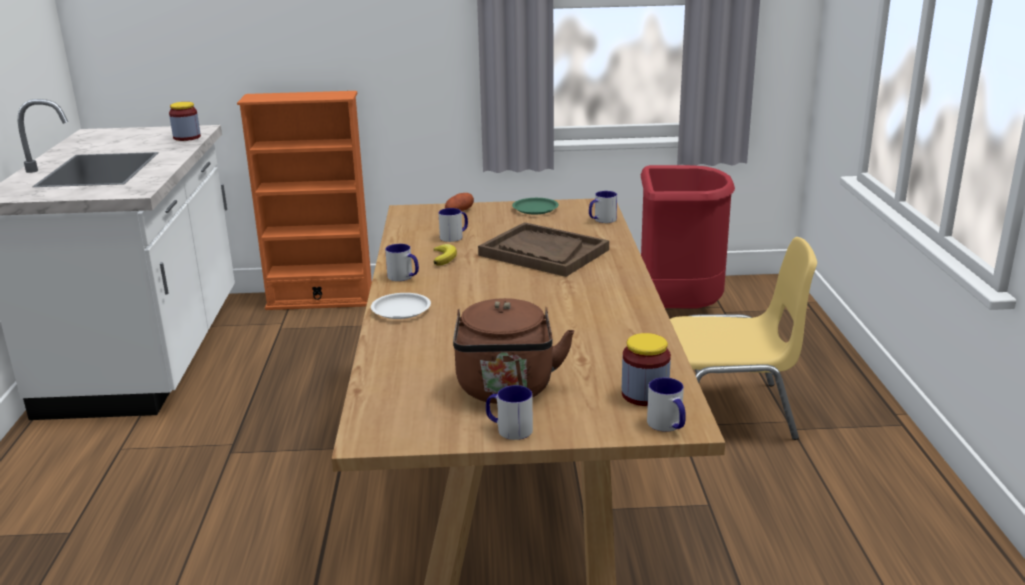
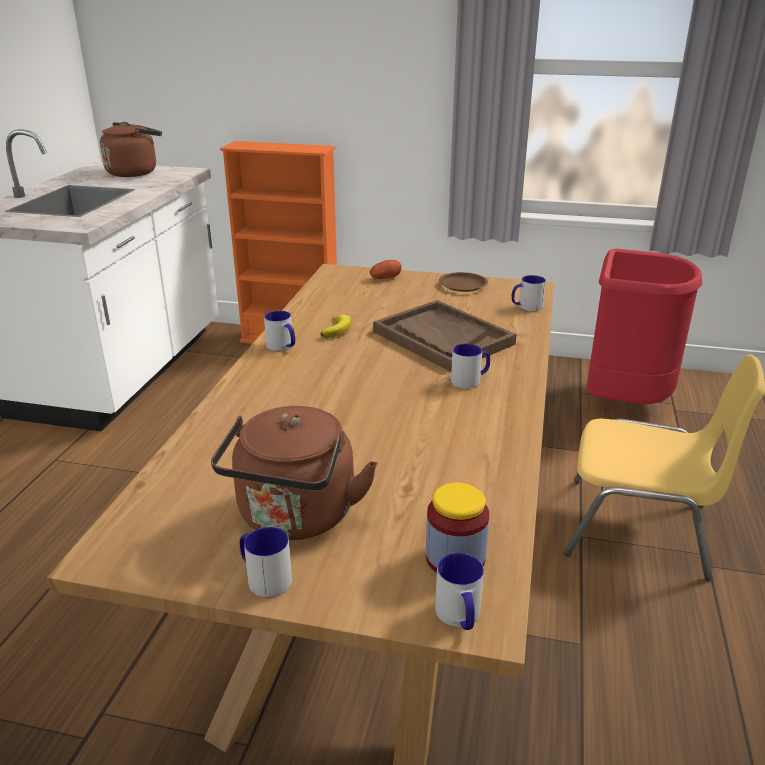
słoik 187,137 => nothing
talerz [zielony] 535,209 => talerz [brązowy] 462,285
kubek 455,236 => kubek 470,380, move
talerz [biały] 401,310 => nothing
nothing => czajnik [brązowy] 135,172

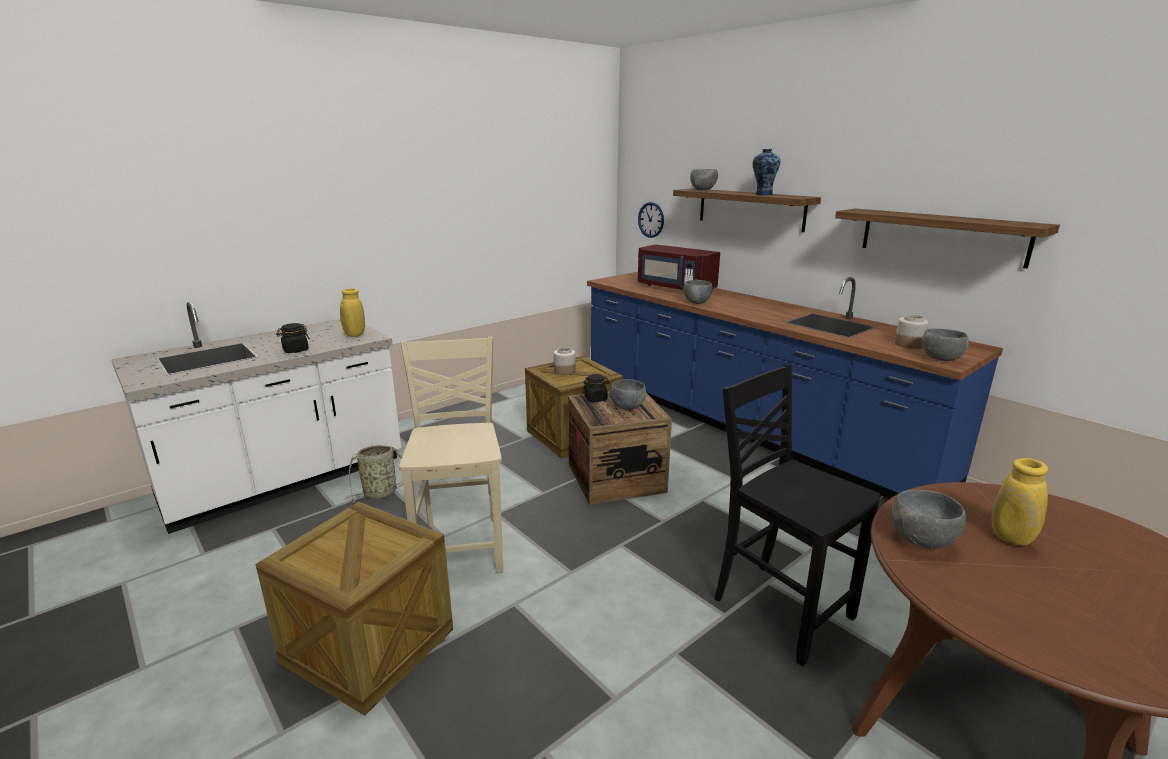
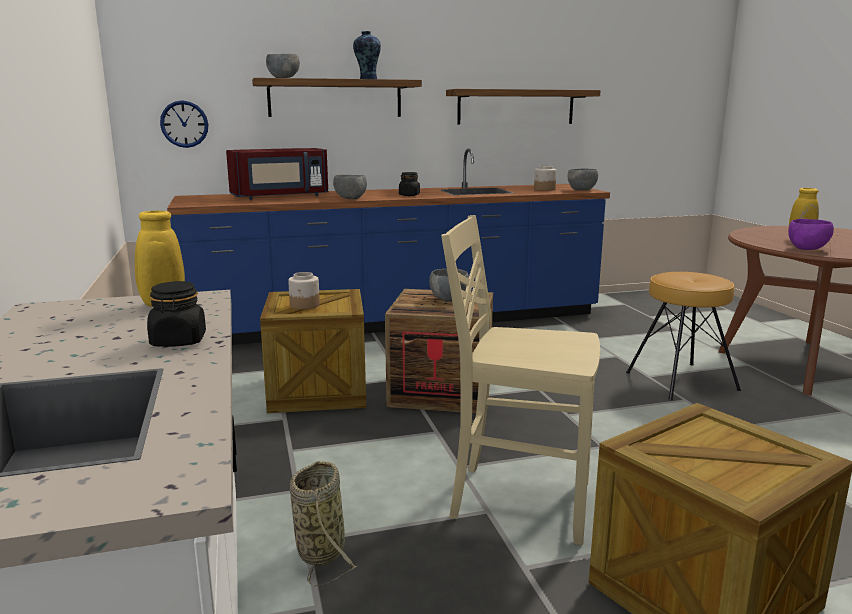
krzesło [czarny] 780,608 => stołek [brązowy] 680,381
słoik [czarny] 595,399 => słoik [czarny] 409,195, move
miska [szary] 922,542 => miska [fioletowy] 807,249

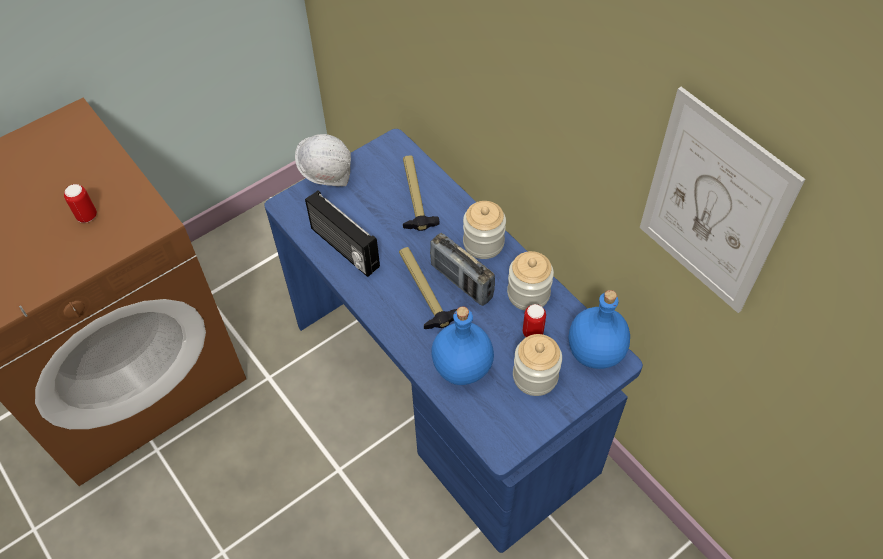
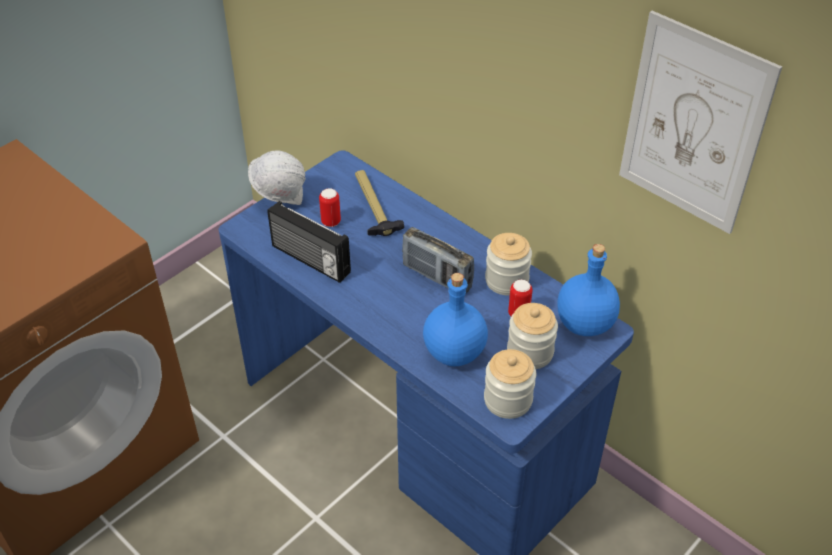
puszka 87,216 => puszka 331,222, move
słoik 483,243 => słoik 508,400, move
młotek 423,290 => nothing

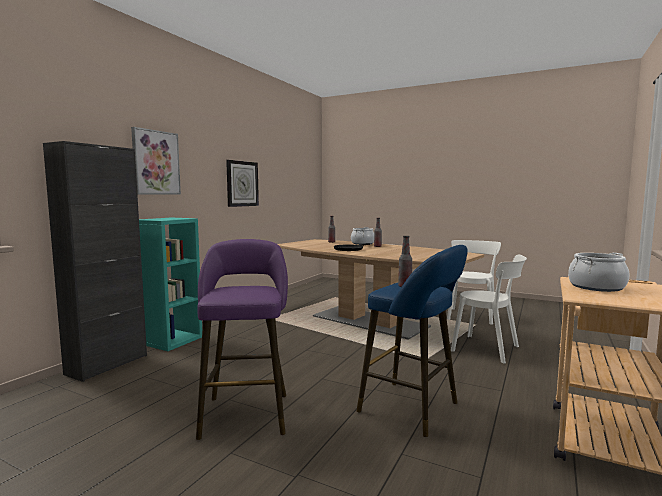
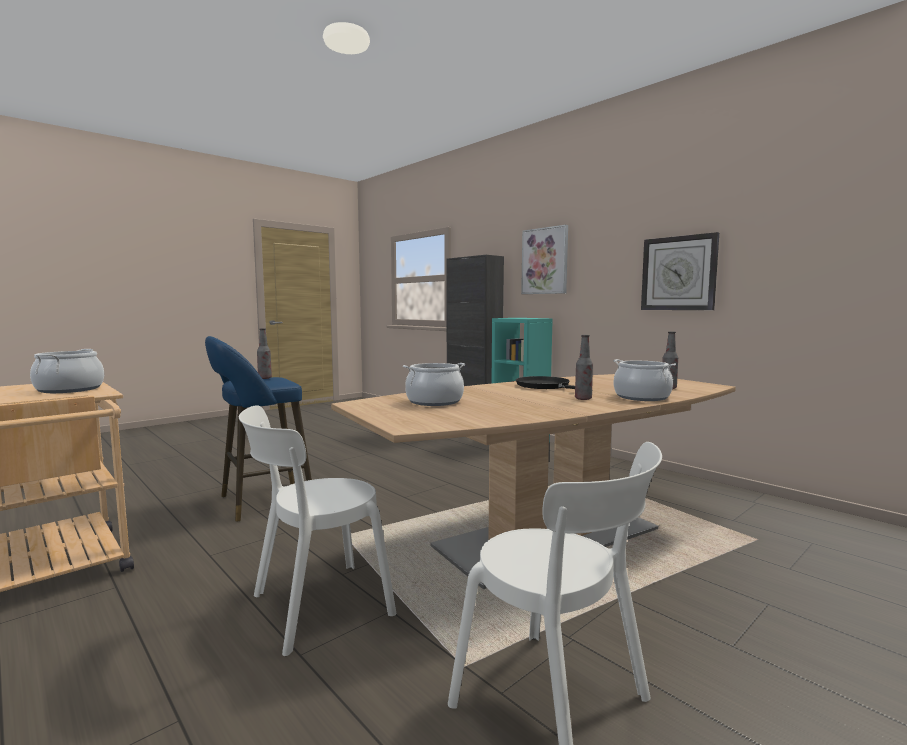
stołek [fioletowy] 246,412 => nothing
nothing => garnek 434,402

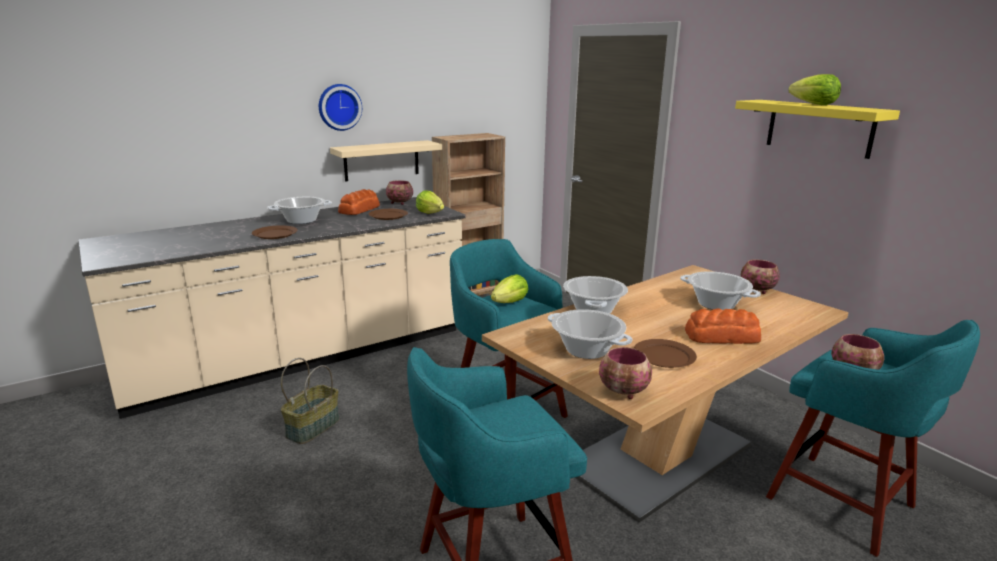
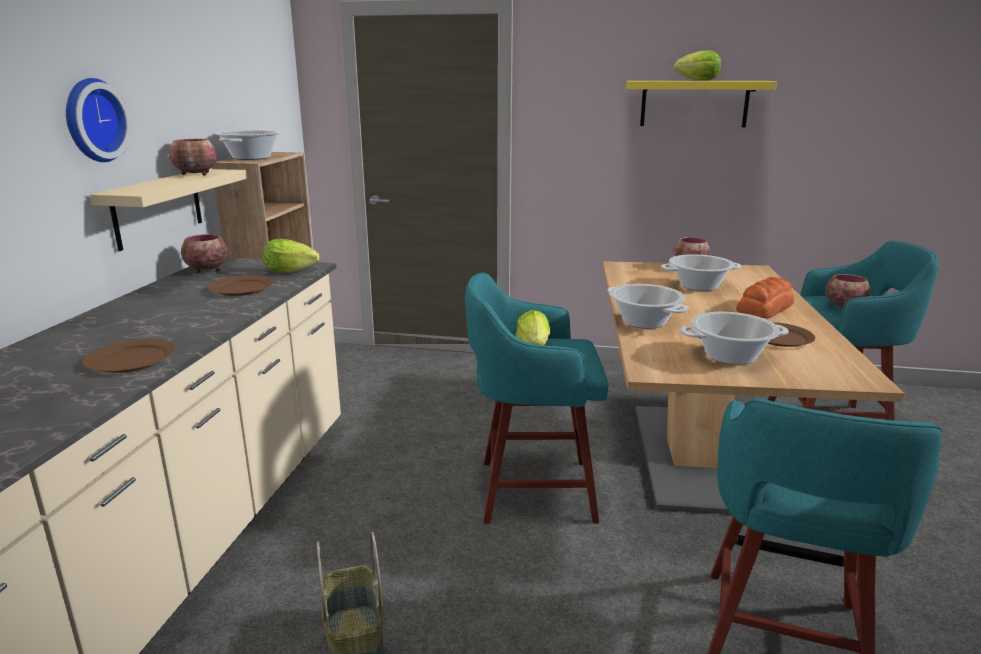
chleb 360,209 => nothing
garnek 301,220 => garnek 251,158, move
miska 624,392 => miska 197,174, move

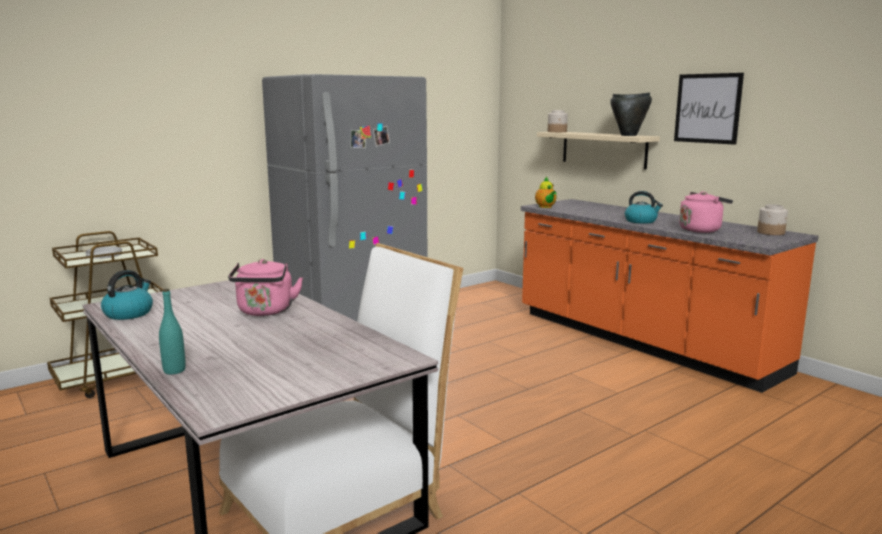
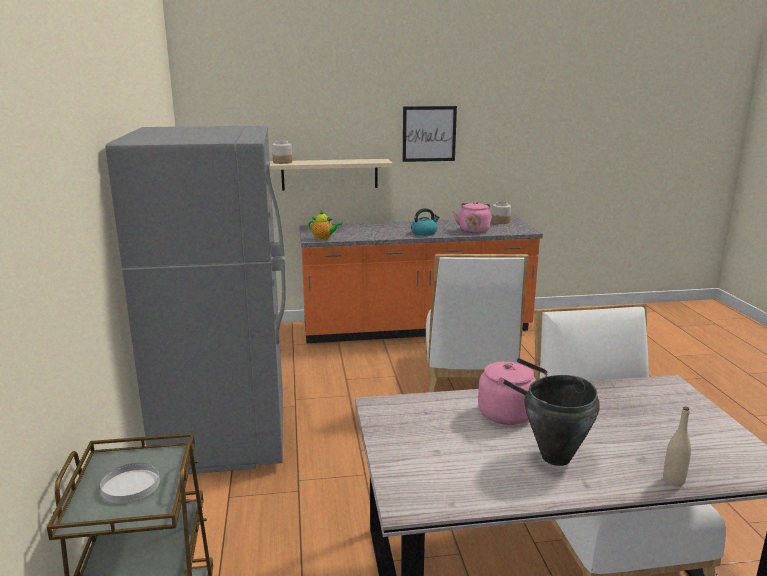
garnek [czarny] 629,135 => garnek [czarny] 556,457, move
czajnik 129,313 => nothing
butelka [turkusowy] 174,370 => butelka [beżowy] 673,481
nothing => krzesło [biały] 468,376

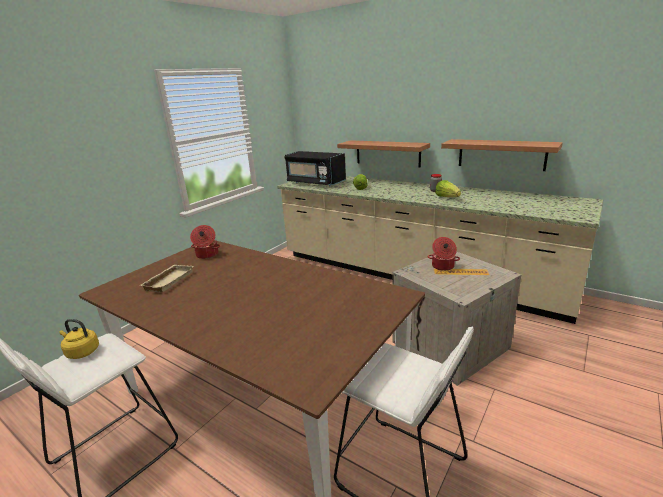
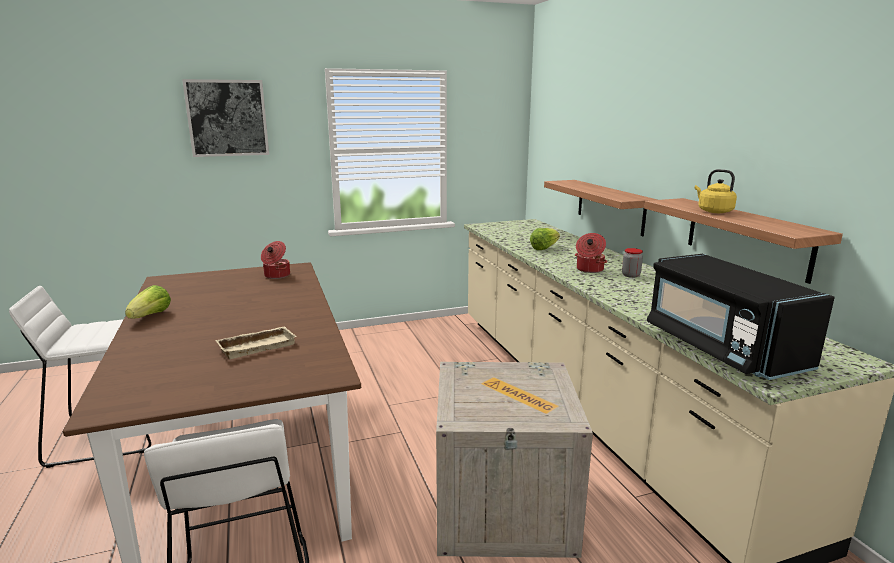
mikrofalówka [czarny] 315,182 => mikrofalówka [czarny] 720,347, move
sałata 447,197 => sałata 151,316, move
garnek 443,266 => garnek 589,269, move
taca [beżowy] 168,280 => taca [beżowy] 257,346, move
czajnik [żółty] 81,352 => czajnik [żółty] 713,211, move
nothing => obraz 227,118

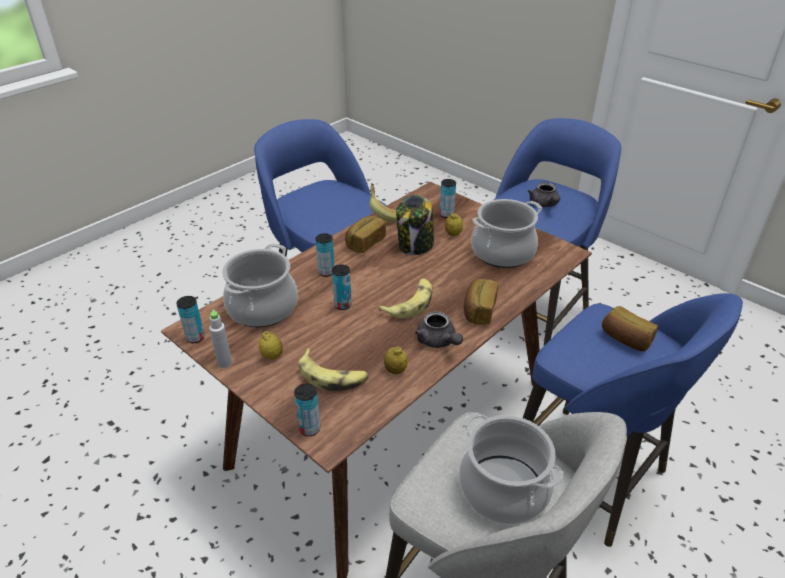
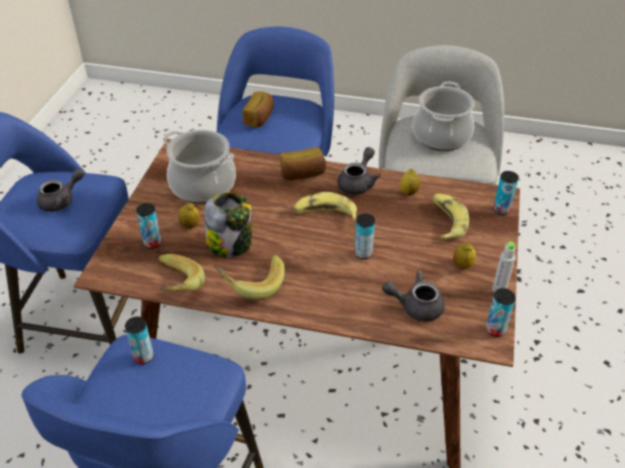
chleb 365,243 => banan 251,283
puszka 326,272 => puszka 143,357, move
garnek 262,307 => imbryk [szary] 415,306

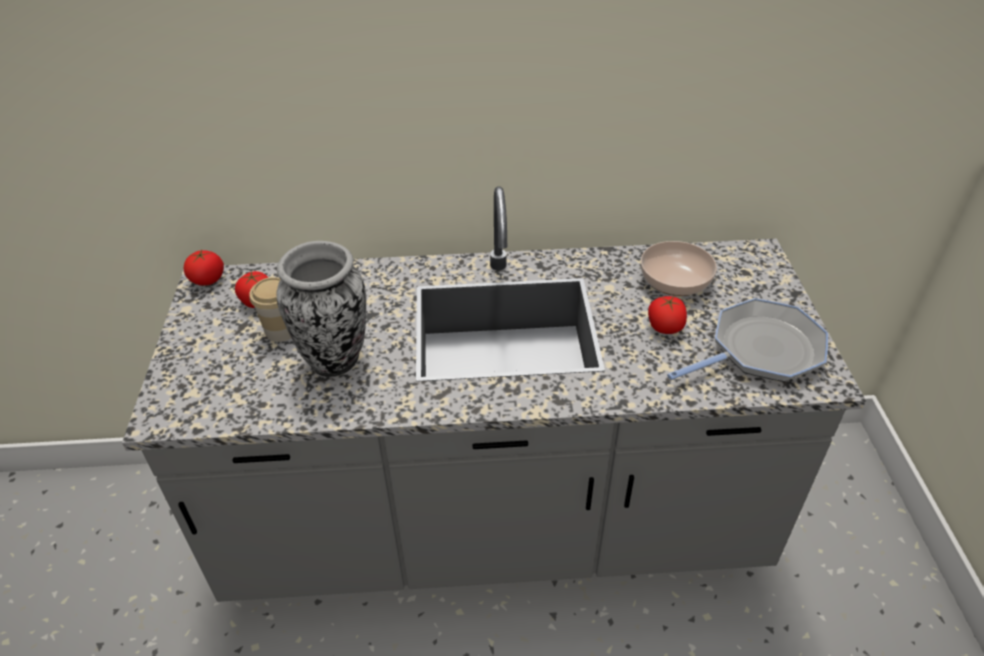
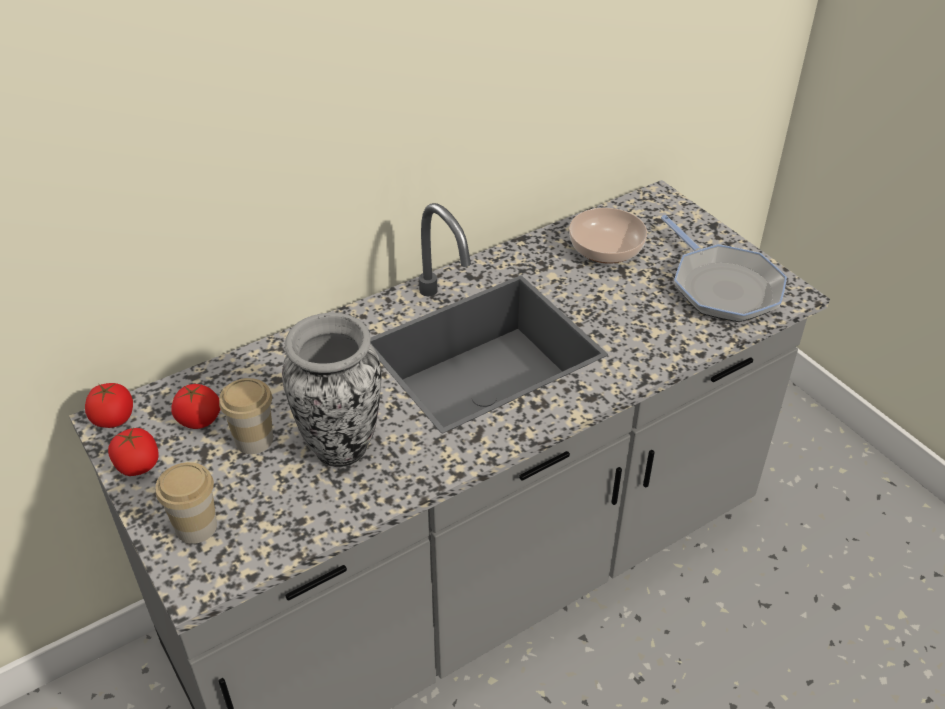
pomidor 665,327 => pomidor 138,465, move
patelnia 760,350 => patelnia 722,287, 120 degrees clockwise
nothing => filiżanka 196,527

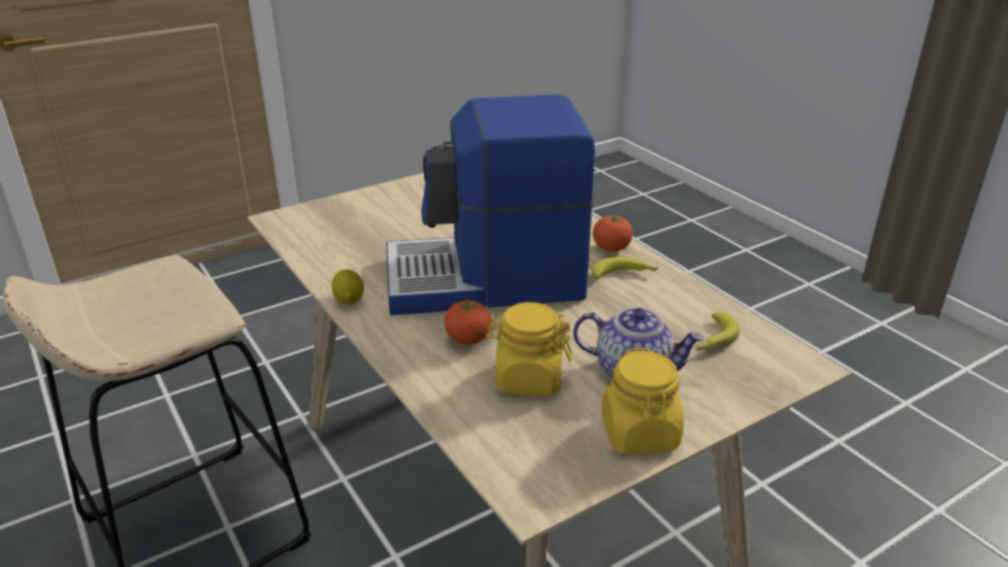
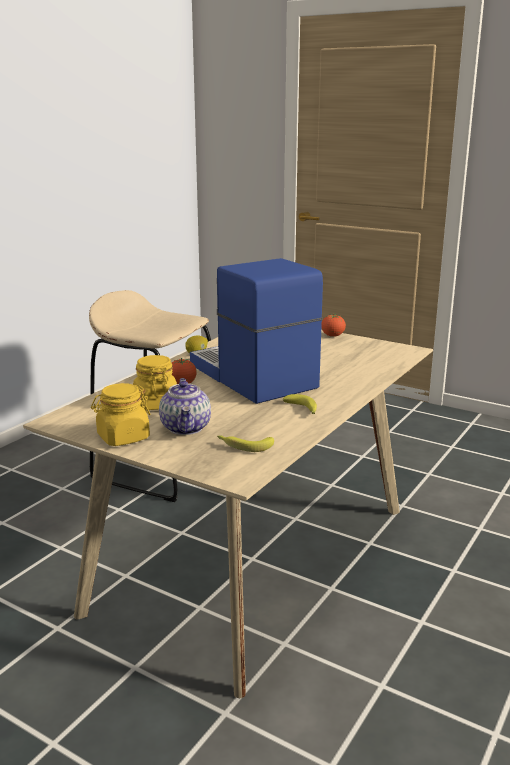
pomidor 611,249 => pomidor 333,336, move

